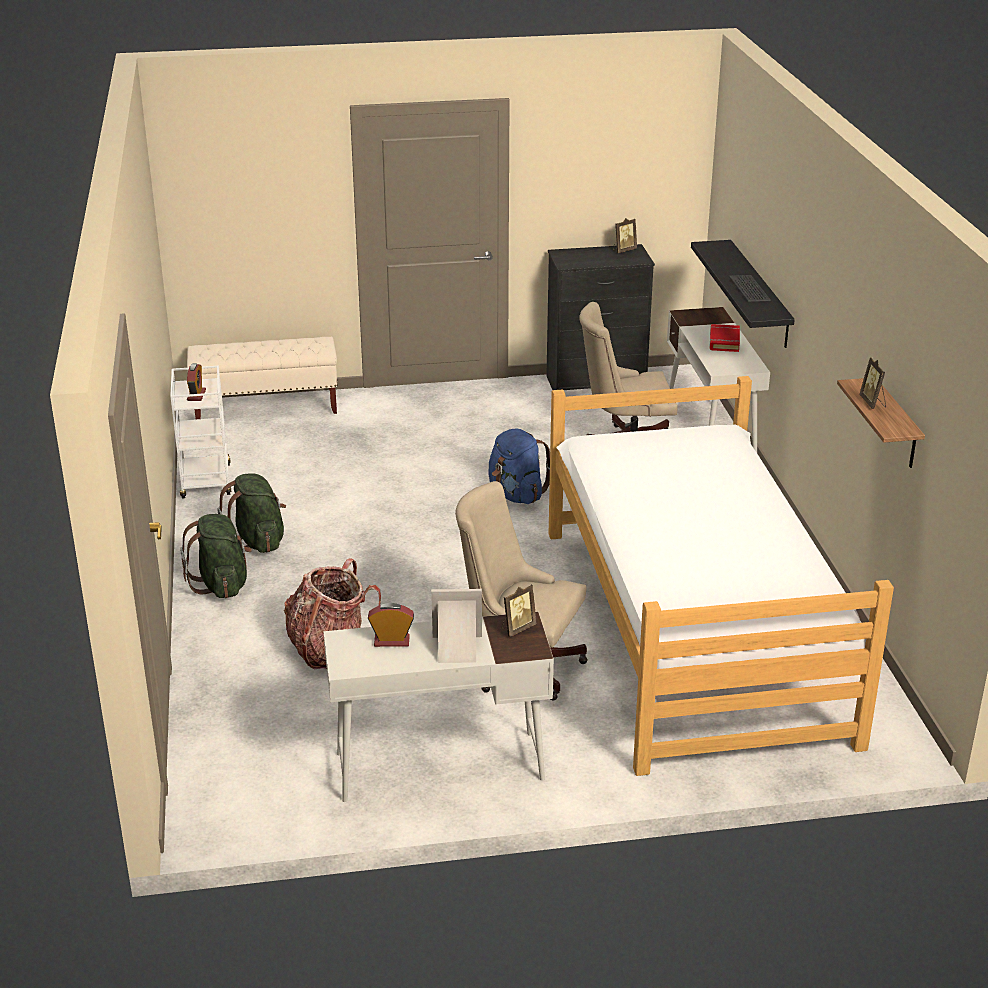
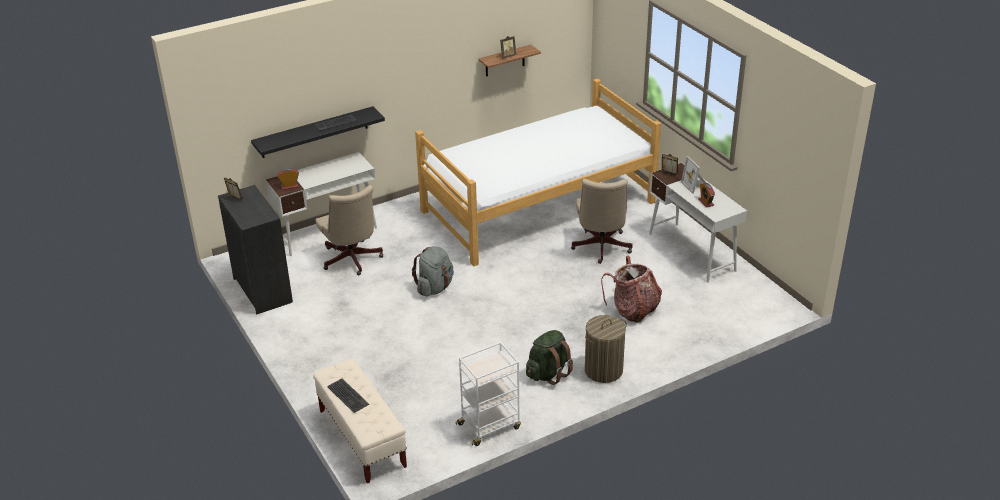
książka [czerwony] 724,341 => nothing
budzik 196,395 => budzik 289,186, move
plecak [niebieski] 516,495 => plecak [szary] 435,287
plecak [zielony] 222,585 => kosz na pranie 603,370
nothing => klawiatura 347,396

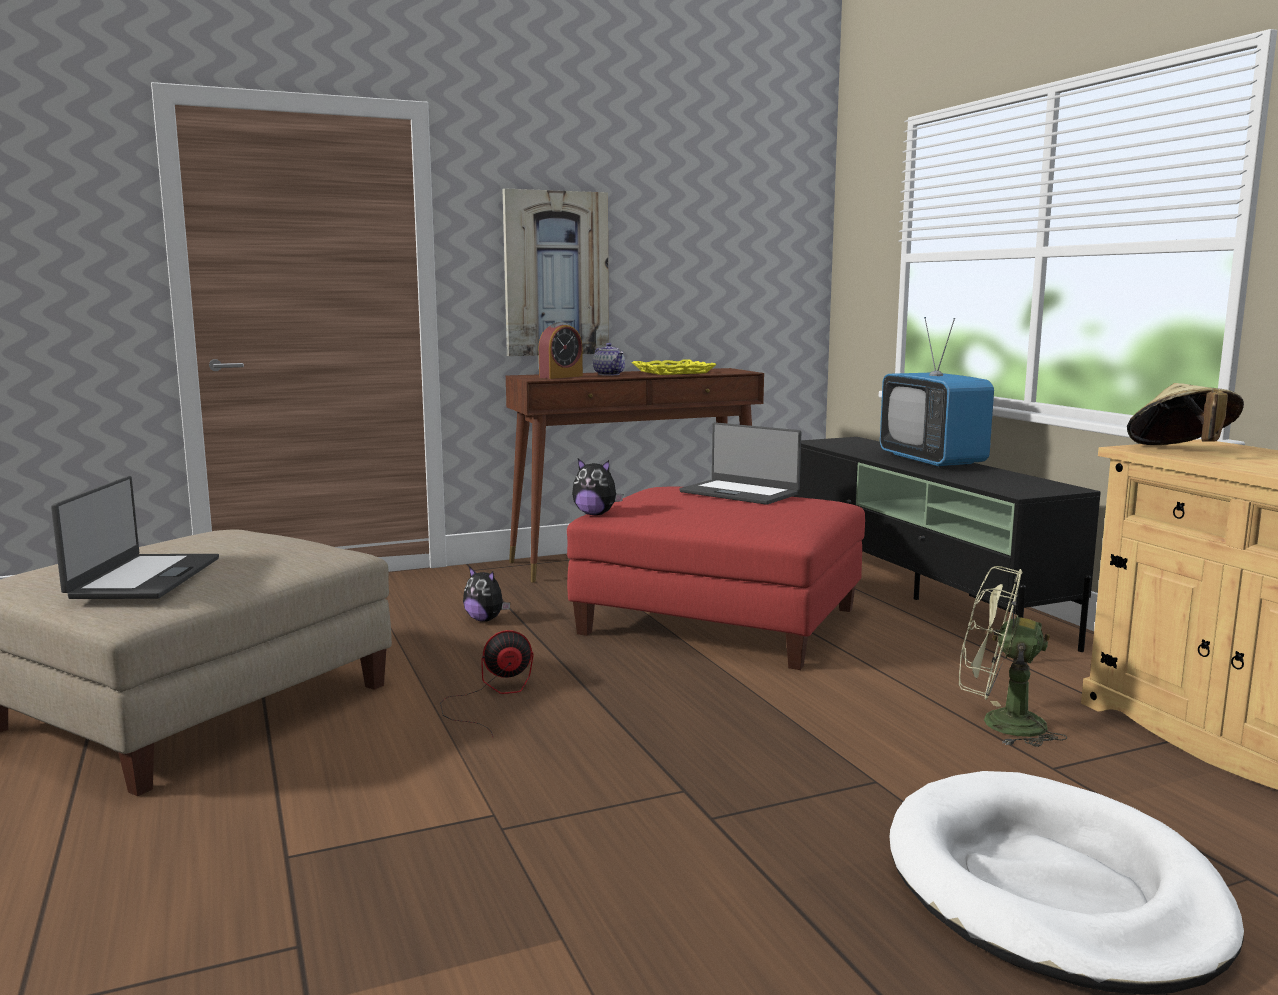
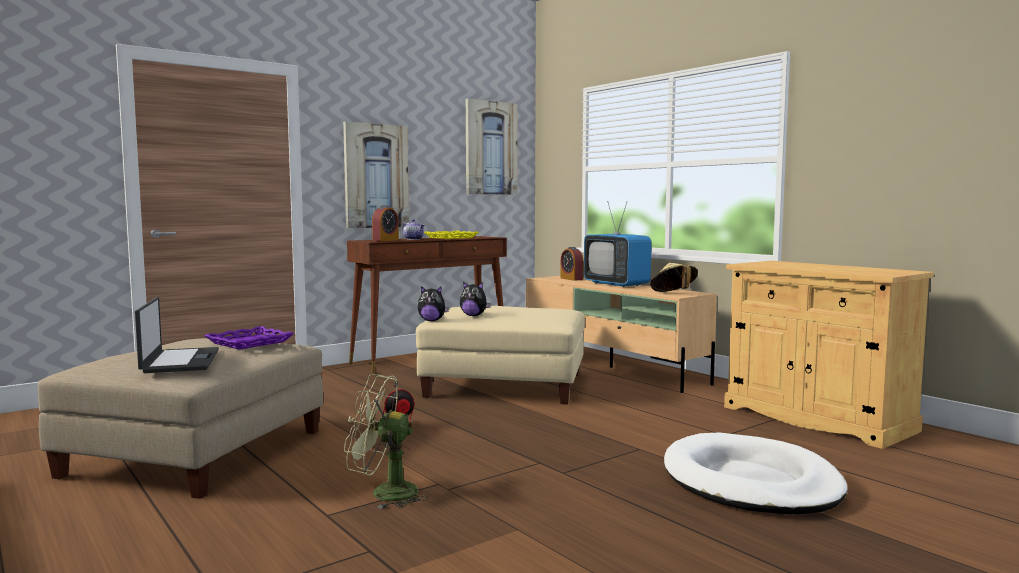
kapelusz [beżowy] 1180,451 => kapelusz [beżowy] 673,293, move
laptop 740,493 => nothing
szafka pod telewizor [czarny] 916,599 => szafka pod telewizor [beżowy] 611,367
pufa [czerwony] 720,621 => pufa [beżowy] 505,385
wentylator [zielony] 999,724 => wentylator [zielony] 384,493, move
pluszak 485,620 => pluszak 474,316, move
nothing => obraz 490,148
nothing => budzik 571,279
nothing => taca [fioletowy] 250,343

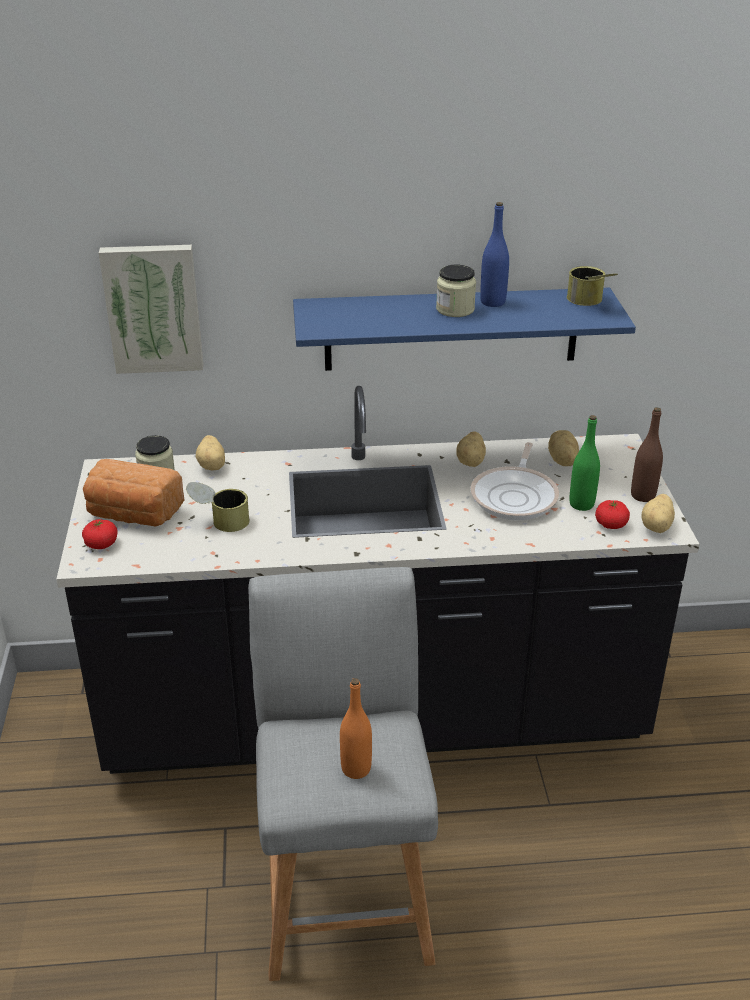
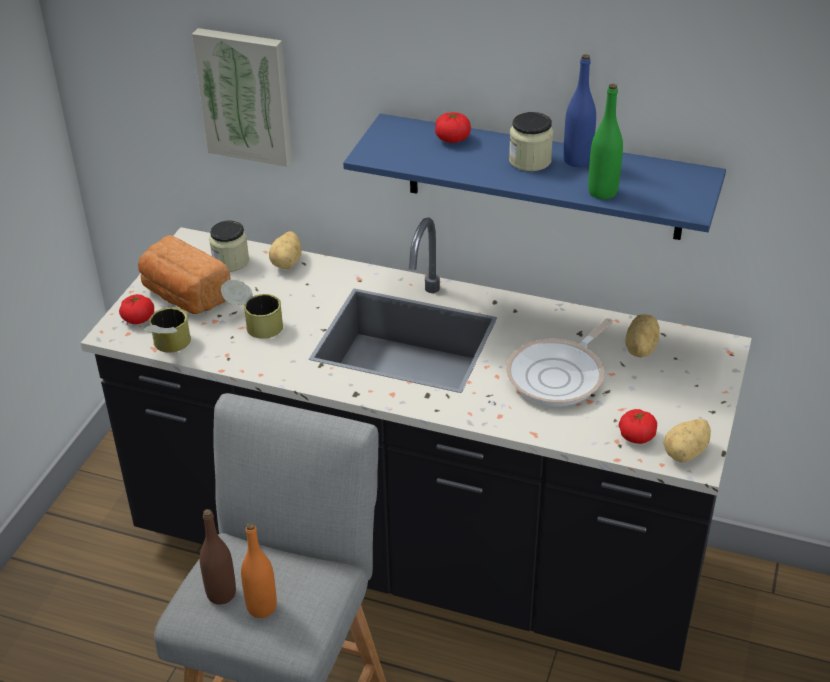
puszka 589,303 => puszka 169,348, move
butelka [brązowy] 643,495 => butelka [brązowy] 221,594, move
butelka [zielony] 581,504 => butelka [zielony] 602,192, move
ziemniak 471,461 => nothing
nothing => pomidor 452,139

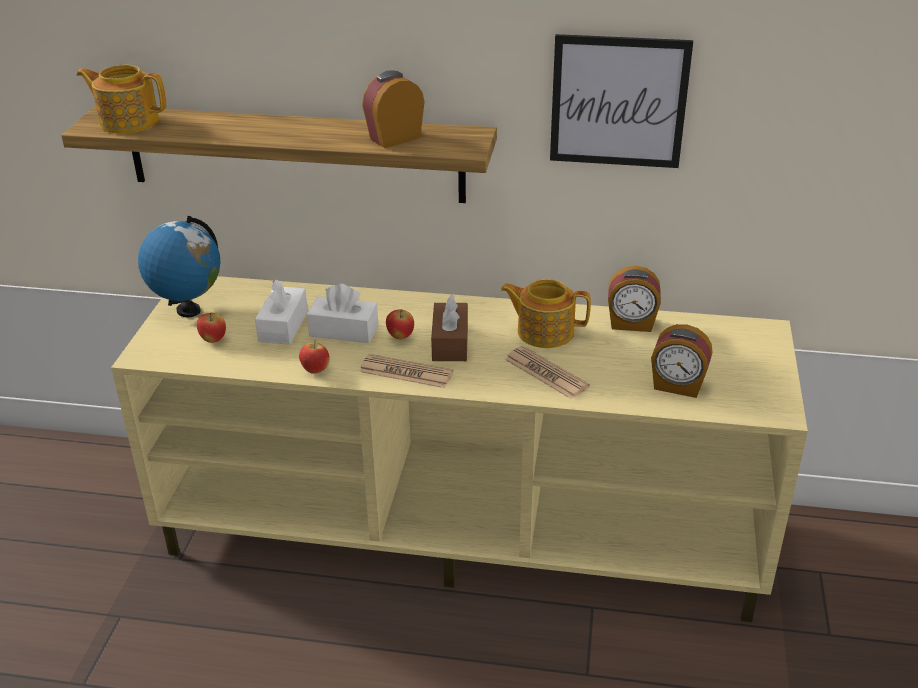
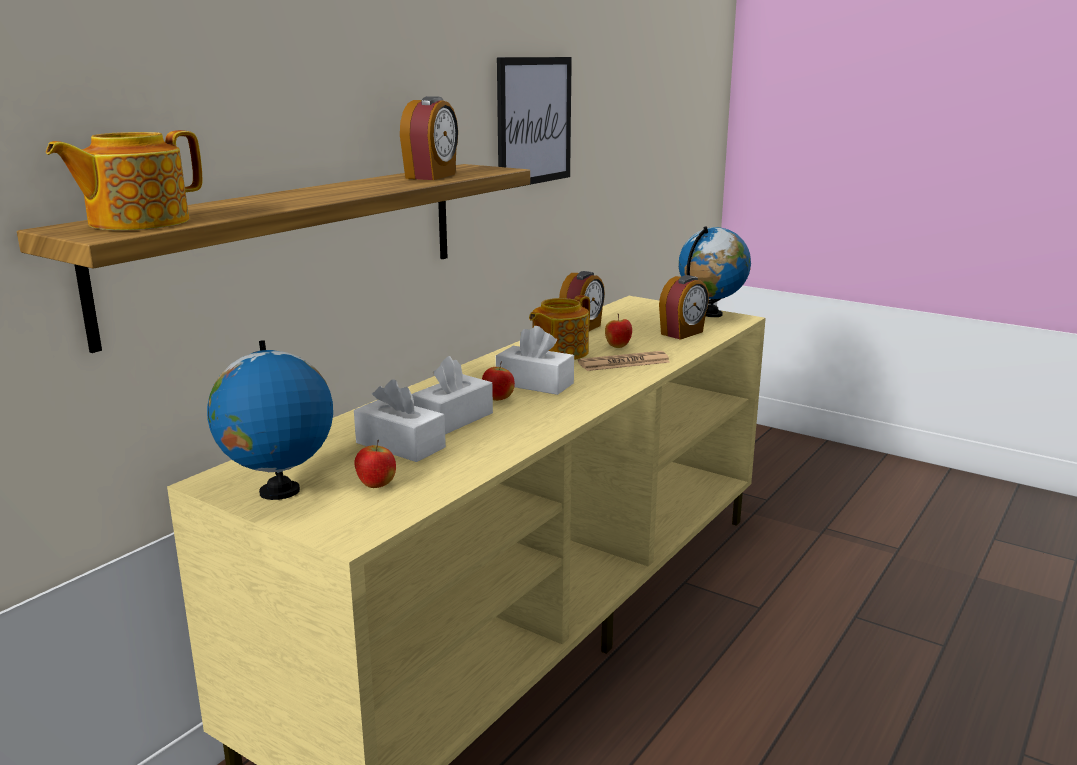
budzik 394,138 => budzik 432,176, 150 degrees counterclockwise
pudełko chusteczek [brązowy] 450,343 => pudełko chusteczek [biały] 534,384
jabłko 315,370 => jabłko 618,346, move
gazeta 406,372 => nothing
nothing => globus 711,314

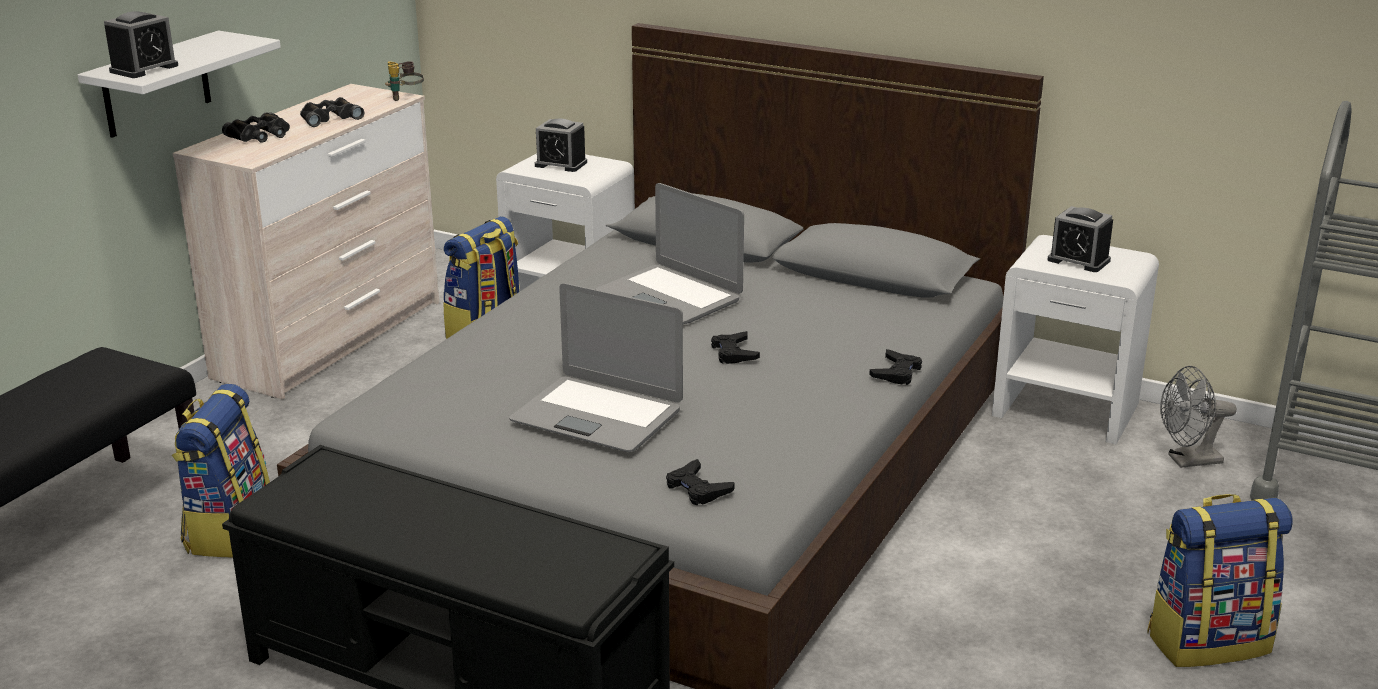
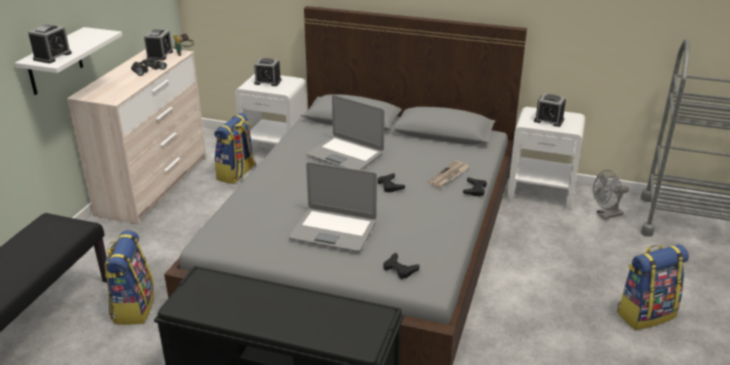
lornetka [czarny] 260,135 => nothing
nothing => budzik 160,55
nothing => gazeta 449,176

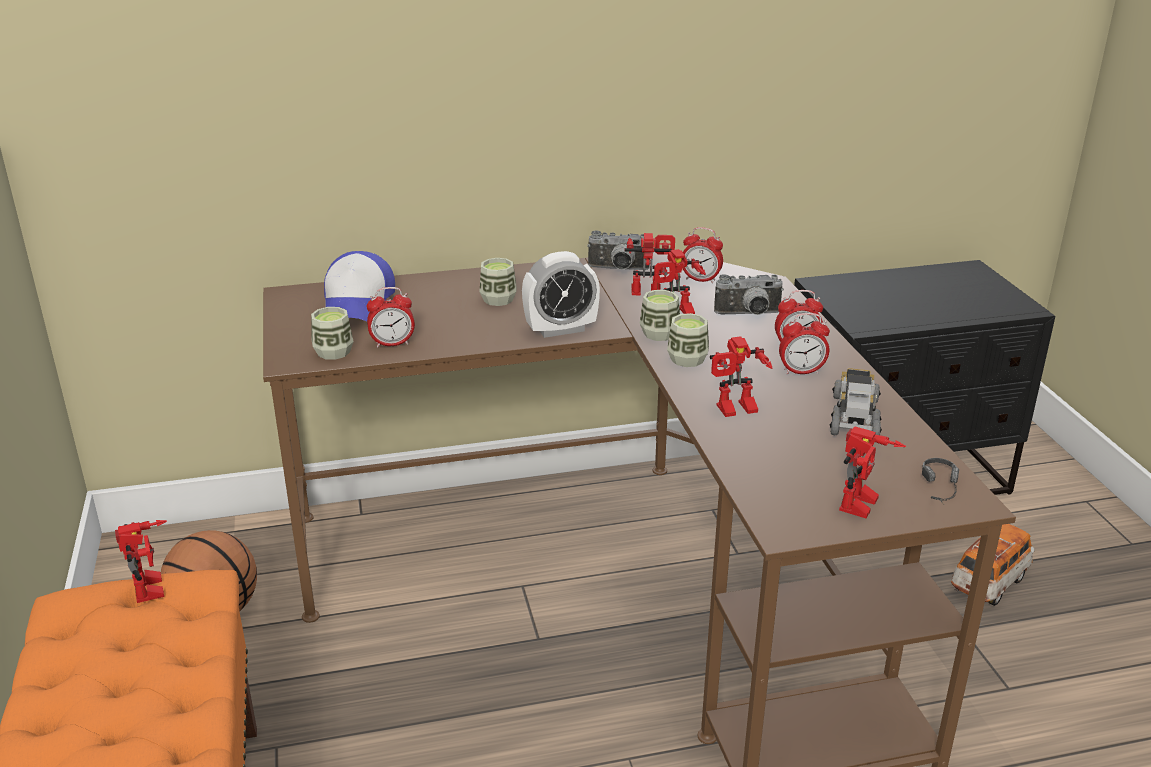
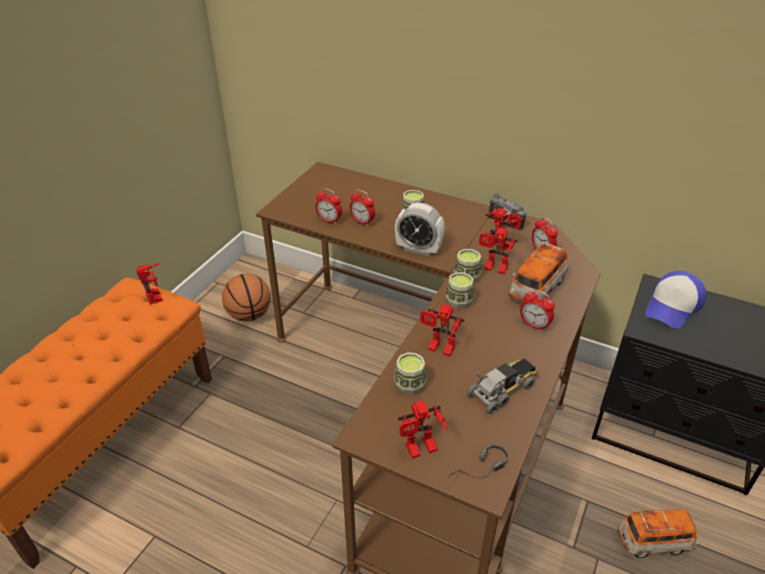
czapka z daszkiem 358,303 => czapka z daszkiem 673,306, move
aparat fotograficzny 748,315 => samochodzik 536,289
filiżanka 333,352 => filiżanka 409,385, move
budzik 801,371 => budzik 362,222, move
robot zabawkowy 155,589 => robot zabawkowy 157,297, 45 degrees counterclockwise

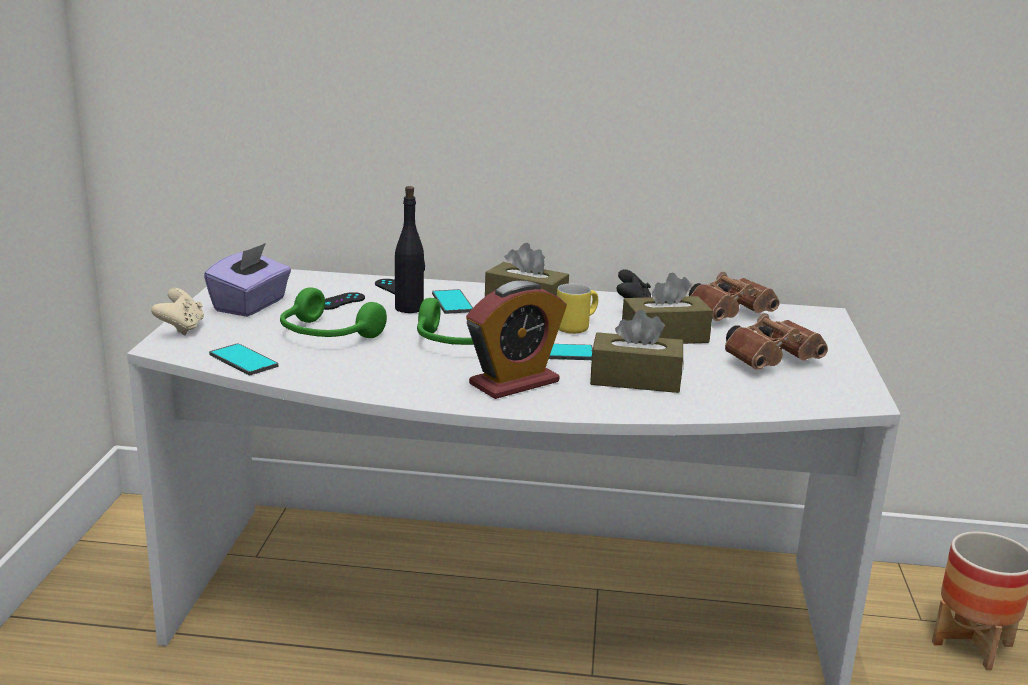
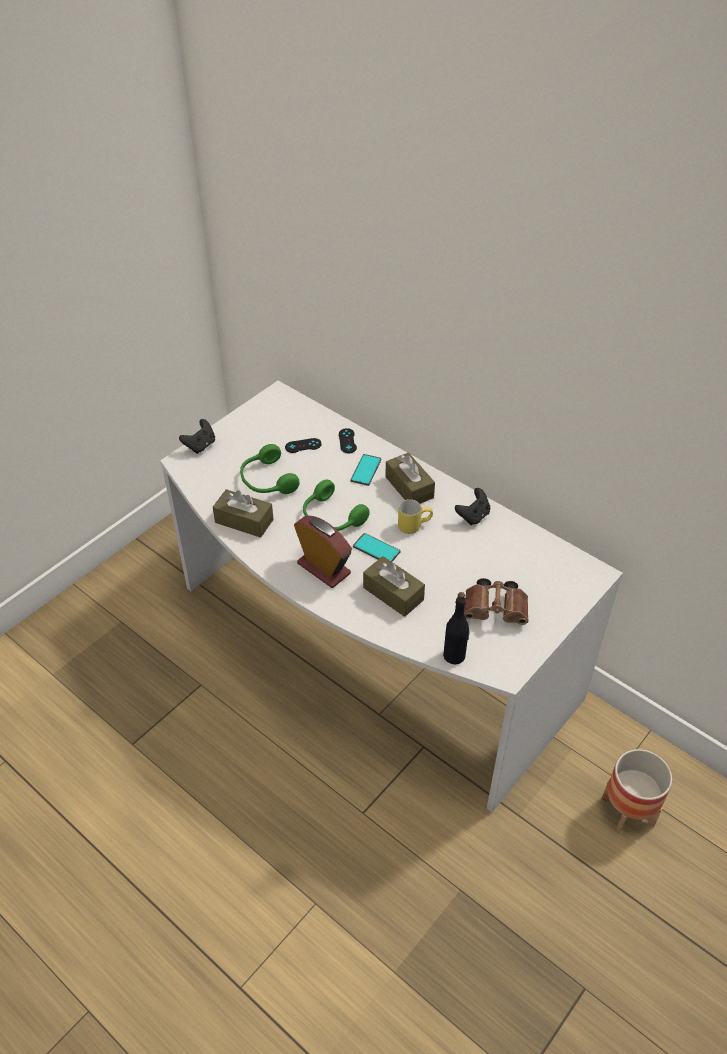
butelka [czarny] 409,308 => butelka [czarny] 454,655, move
pudełko chusteczek [fioletowy] 251,305 => nothing
lornetka [brązowy] 730,315 => nothing
pudełko chusteczek [brązowy] 664,336 => pudełko chusteczek [brązowy] 244,521, move
budzik 514,383 => budzik 323,568, 135 degrees counterclockwise
pad do gier [beżowy] 181,329 => pad do gier [czarny] 200,446
telefon 243,360 => nothing

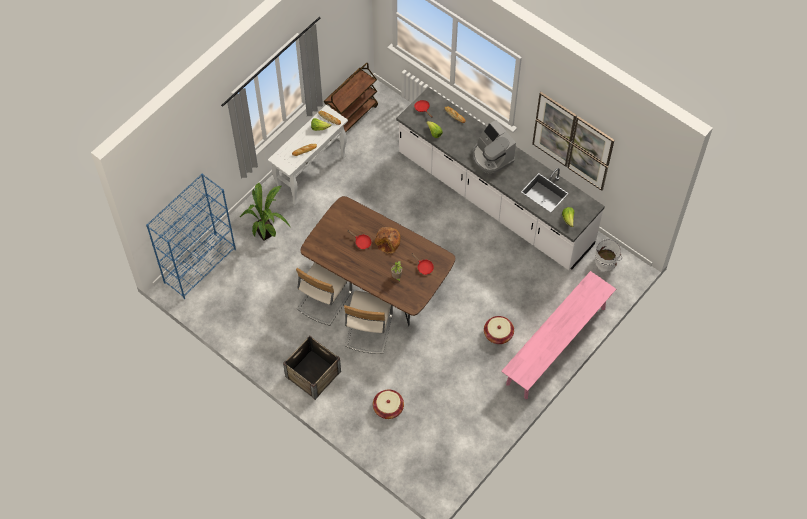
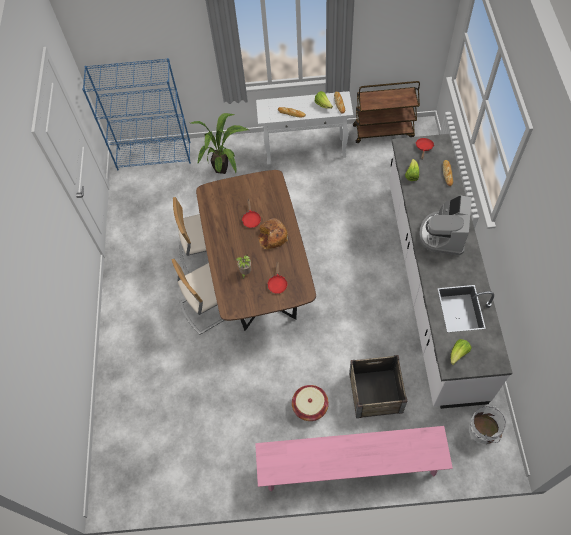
obraz 572,141 => nothing
skrzynka 313,374 => skrzynka 375,392, move
koszyk 388,408 => nothing

